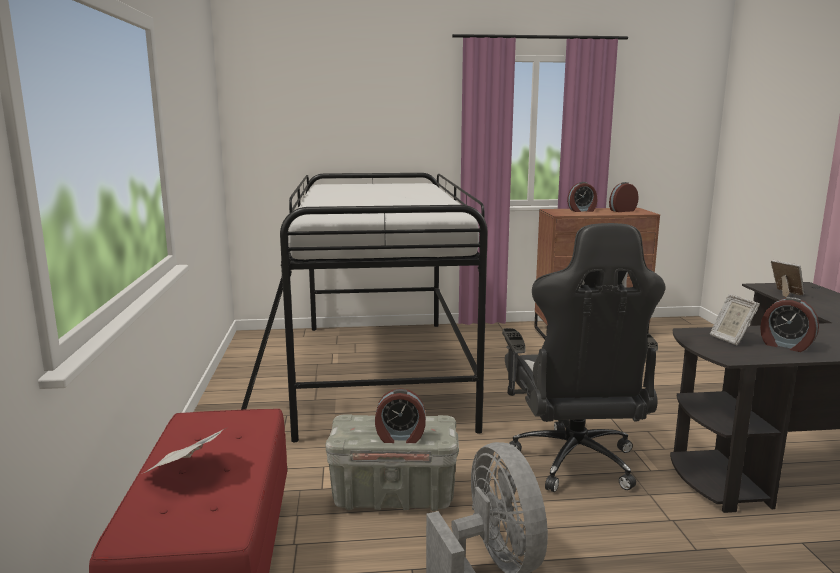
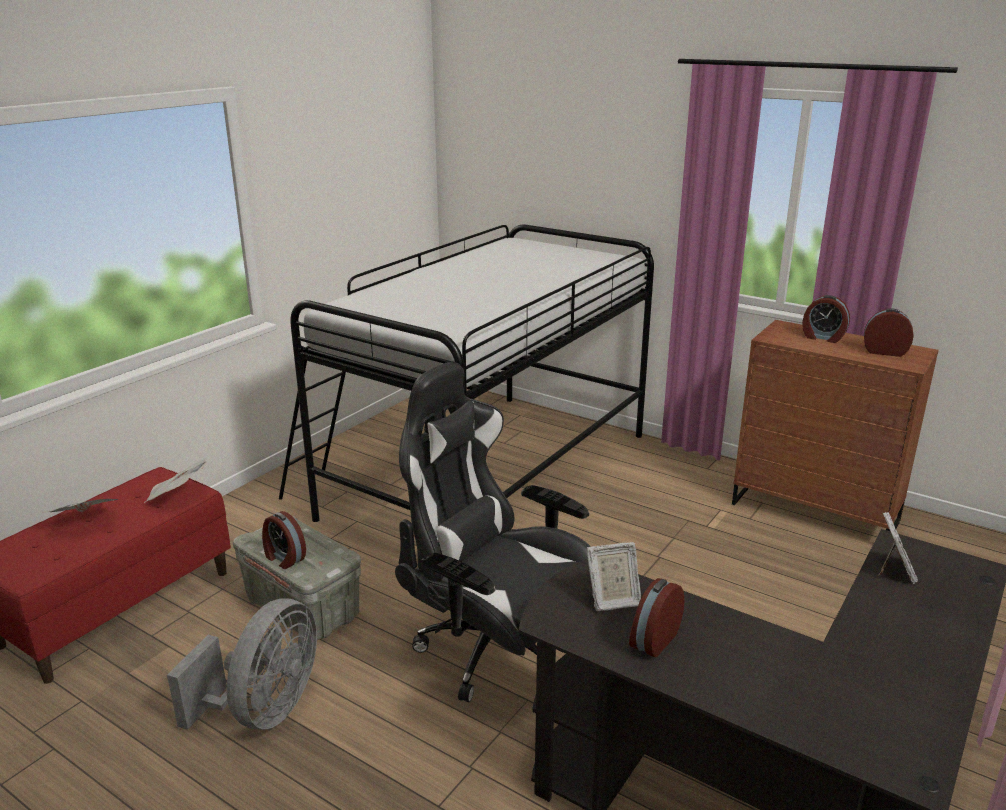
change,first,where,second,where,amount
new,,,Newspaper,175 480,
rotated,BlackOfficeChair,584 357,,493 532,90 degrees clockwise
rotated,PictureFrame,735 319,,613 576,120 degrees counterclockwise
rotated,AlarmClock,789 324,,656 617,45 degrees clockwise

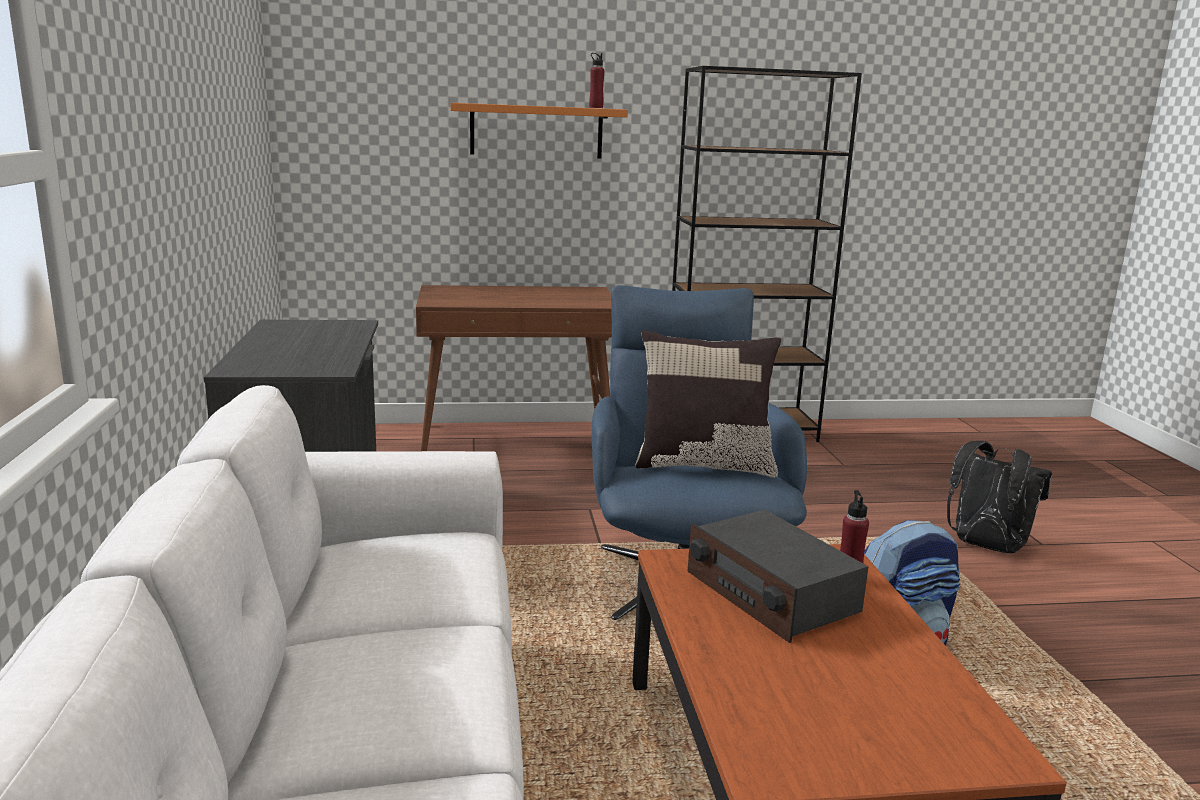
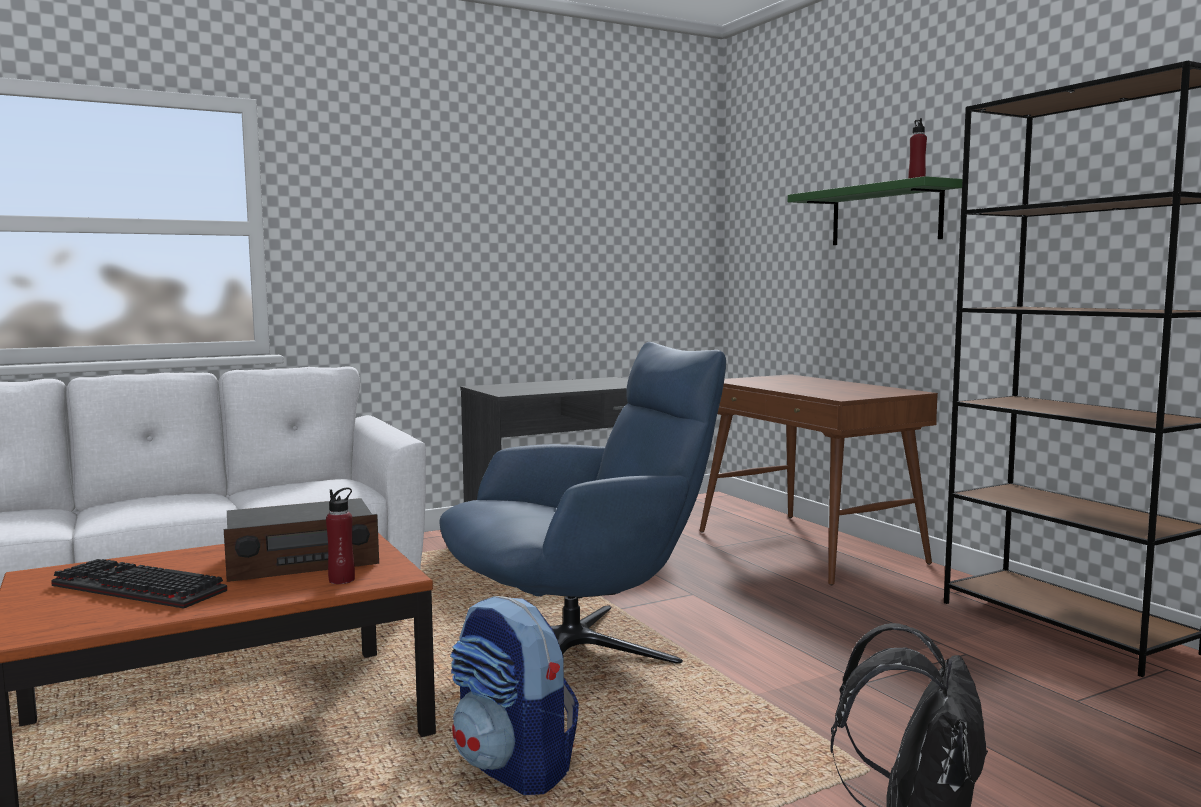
change,first,where,second,where,amount
new,,,Keyboard,139 584,
rotated,Radio,778 576,,301 540,150 degrees counterclockwise
repainted,OrangeShelf,539 131,GreenShelf,875 210,
gone,Pillow,708 404,,,

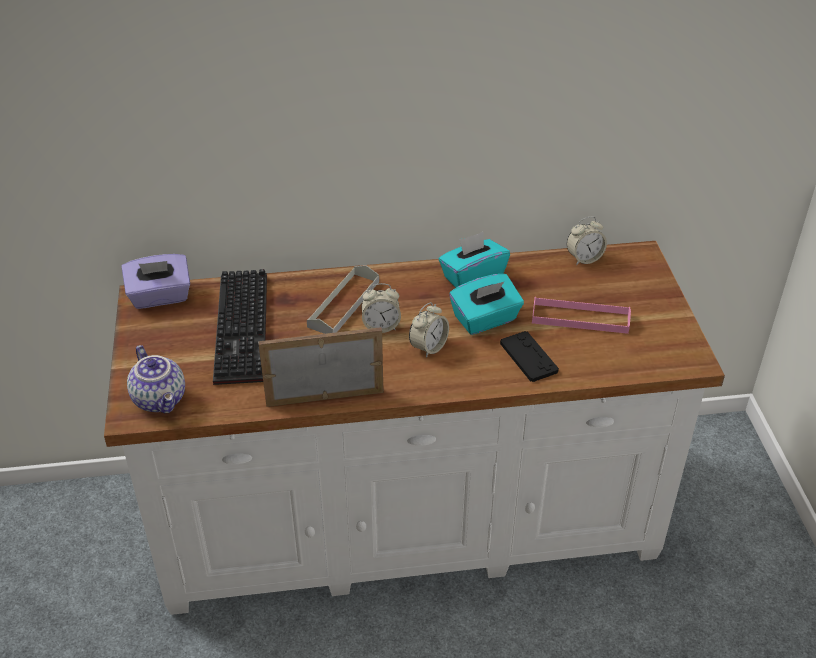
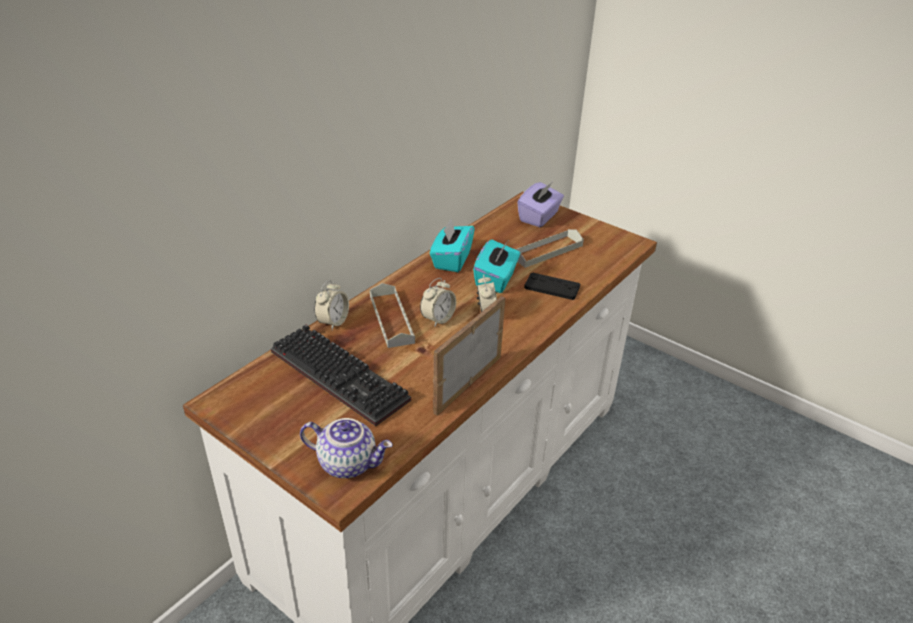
change,first,where,second,where,amount
shifted,AlarmClock,586 241,,331 305,
repainted,PinkTray,581 315,GreyTray,549 248,
shifted,PurpleTissueBox,155 281,,540 204,

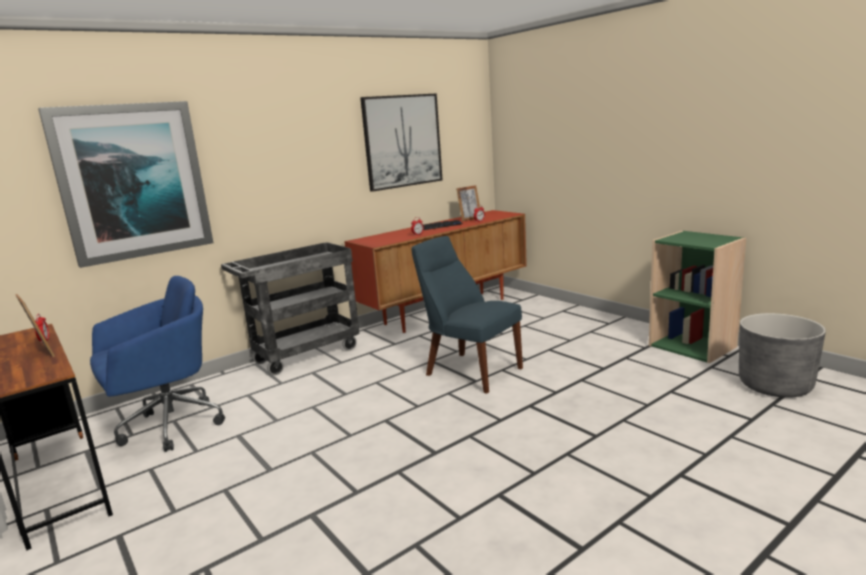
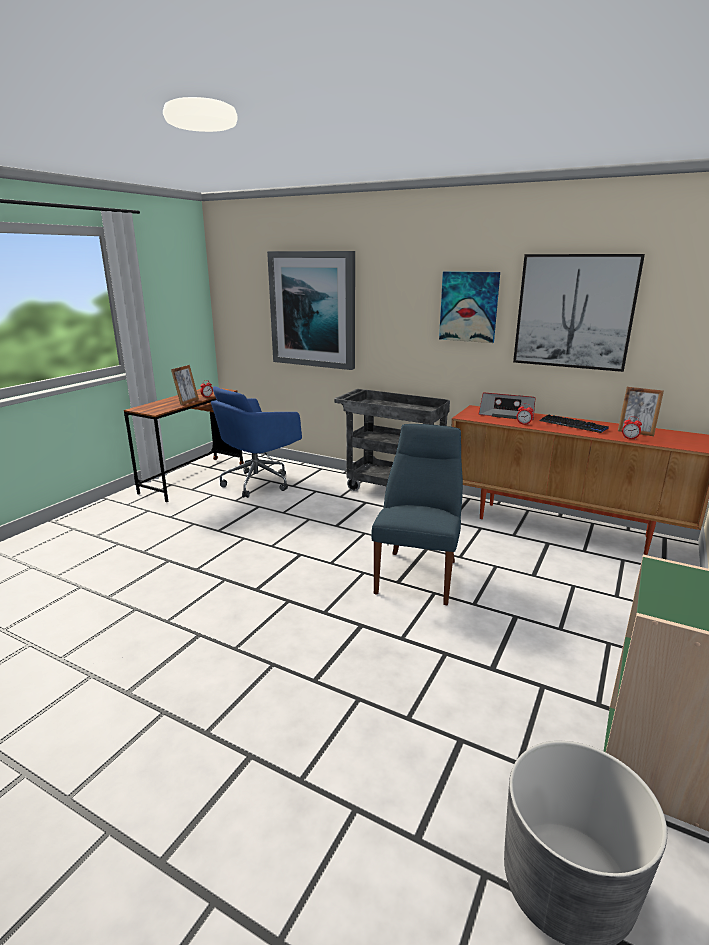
change,first,where,second,where,amount
rotated,BlueOfficeChair,157 364,,256 442,105 degrees clockwise
new,,,Picture,469 307,
new,,,Radio,507 406,

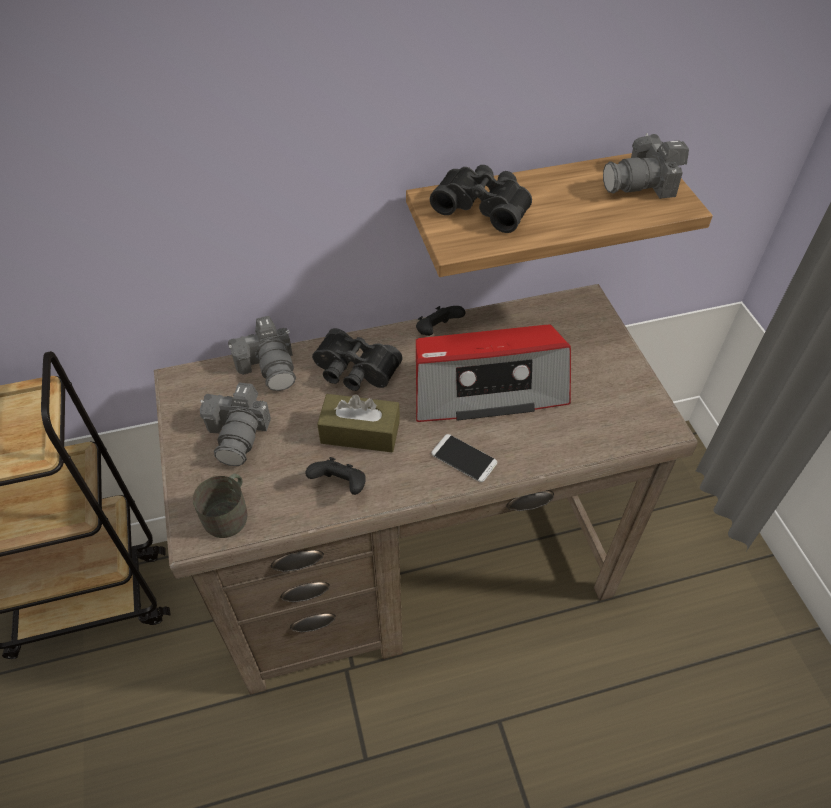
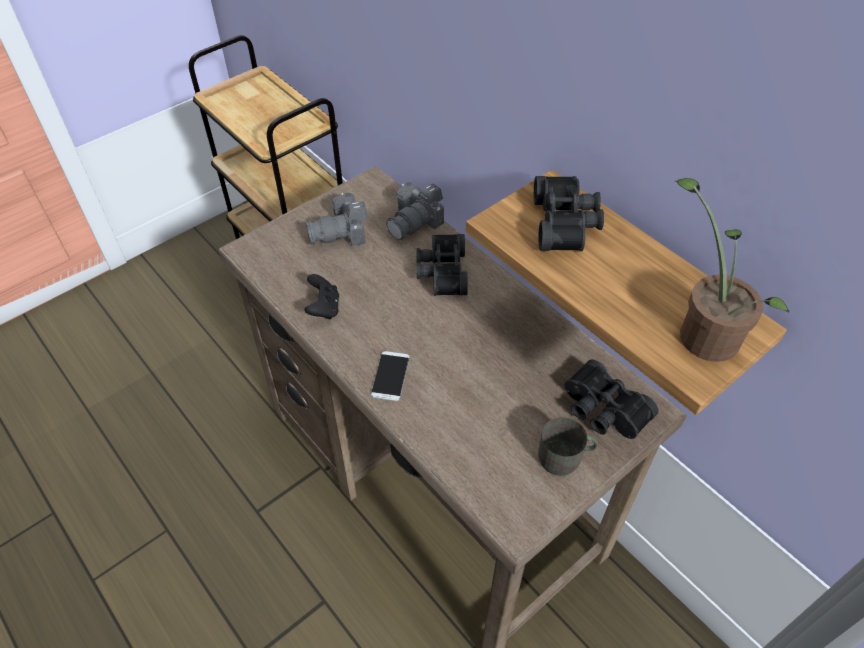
change,first,where,second,where,amount
shifted,GreyMug,220 506,,568 446,
new,,,BlackBinoculars,611 399,
swapped,PhotoCamera,646 166,PottedPlant,733 270,
gone,BrownTissueBox,358 423,,,
gone,BlackGameController,440 321,,,
gone,Radio,493 373,,,

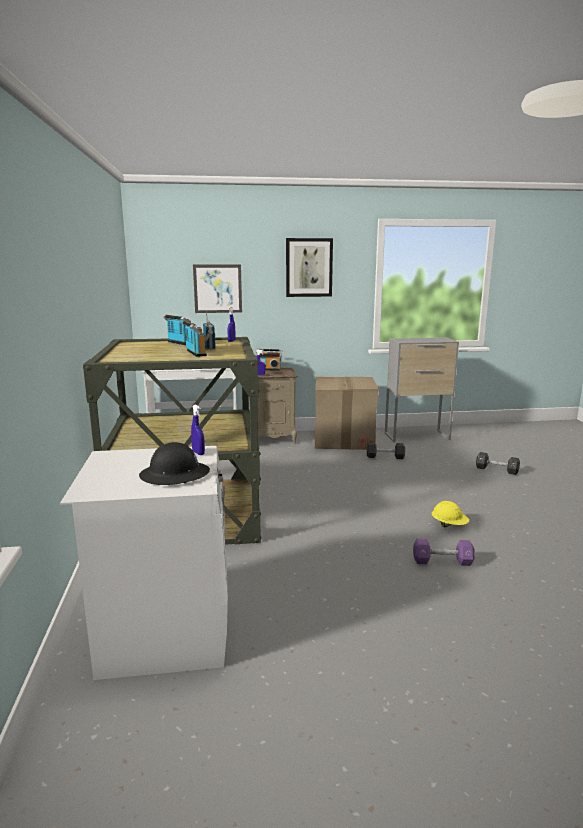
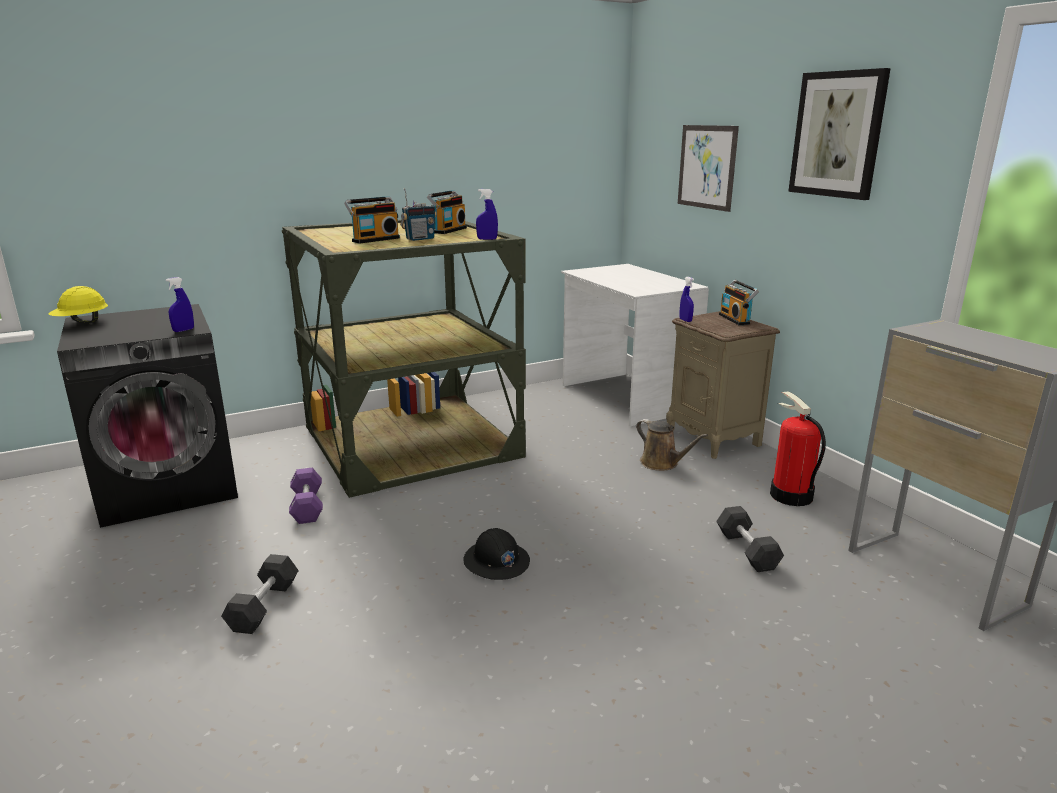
change,first,where,second,where,amount
shifted,YellowHardHat,450 514,,78 305,
repainted,WhiteWashingMachine,144 563,BlackWashingMachine,147 416,
shifted,BlackDumbbell,498 463,,260 594,
shifted,PurpleDumbbell,444 552,,306 496,
shifted,BlackHardHat,174 463,,496 554,
new,,,BrownWateringCan,672 445,
swapped,CardboardBox,347 413,FireExtinguisher,798 448,

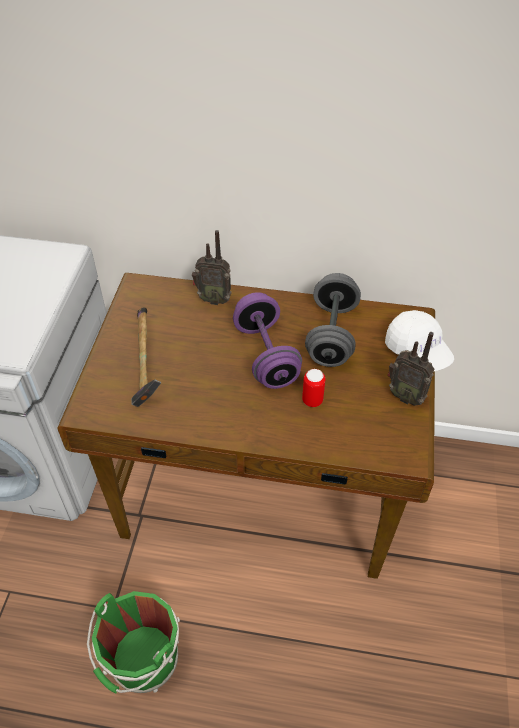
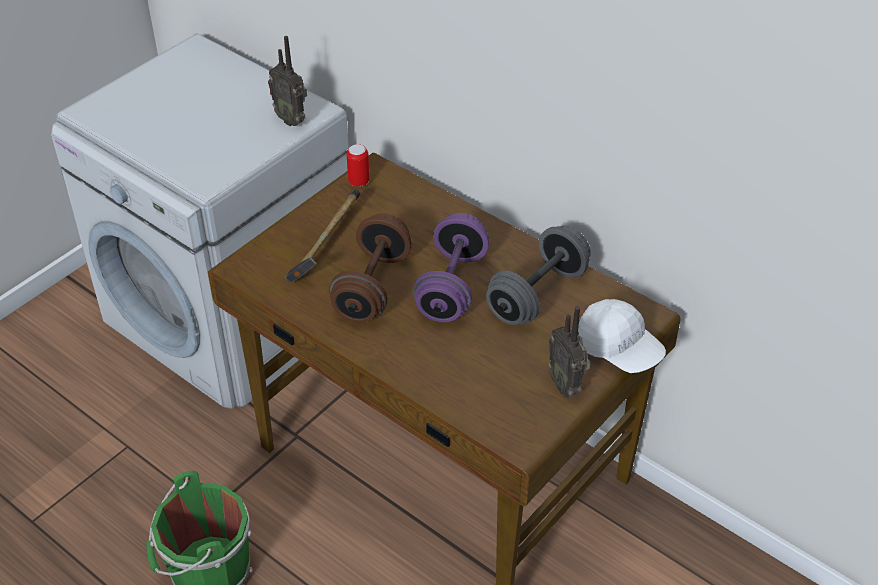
change,first,where,second,where,amount
shifted,Radio,212 267,,287 81,
new,,,BrownDumbbell,370 268,
shifted,Can,313 388,,358 165,
rotated,WhiteCap,419 340,,622 336,45 degrees counterclockwise

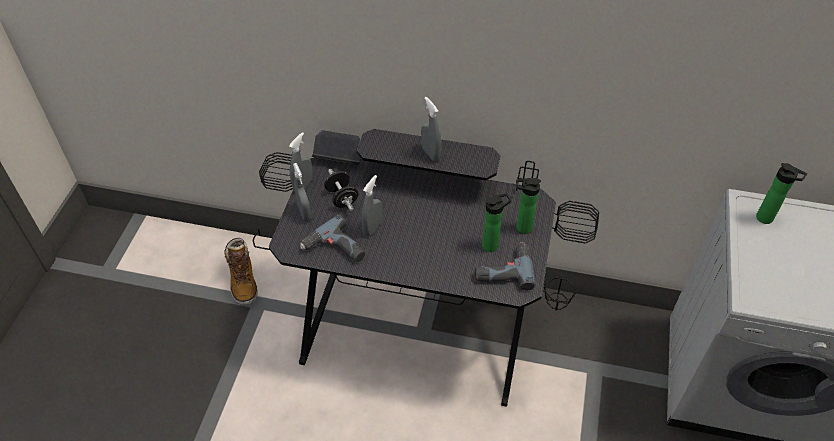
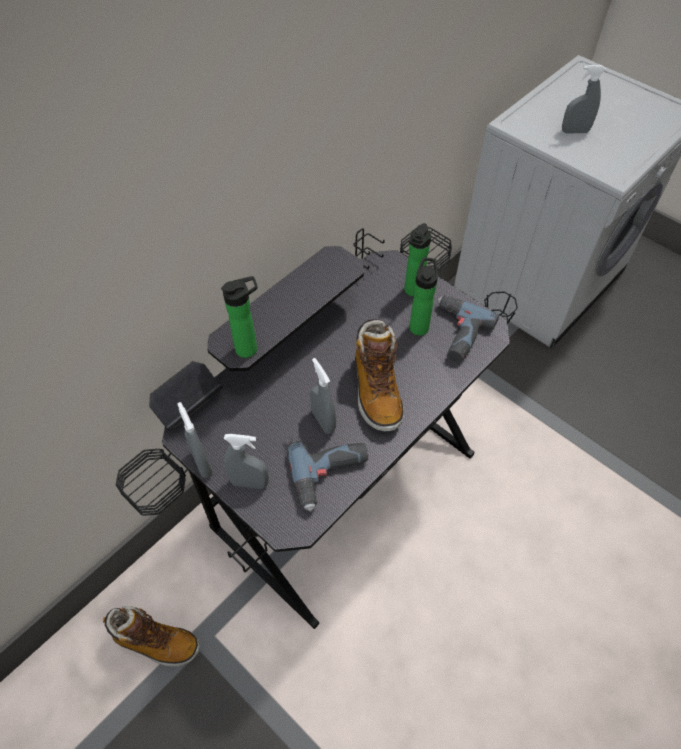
change,first,where,second,where,amount
shifted,Bottle,781 193,,239 317,
new,,,Boot,379 375,
shifted,GreySprayBottle,431 129,,584 99,
gone,BlackDumbbell,341 190,,,

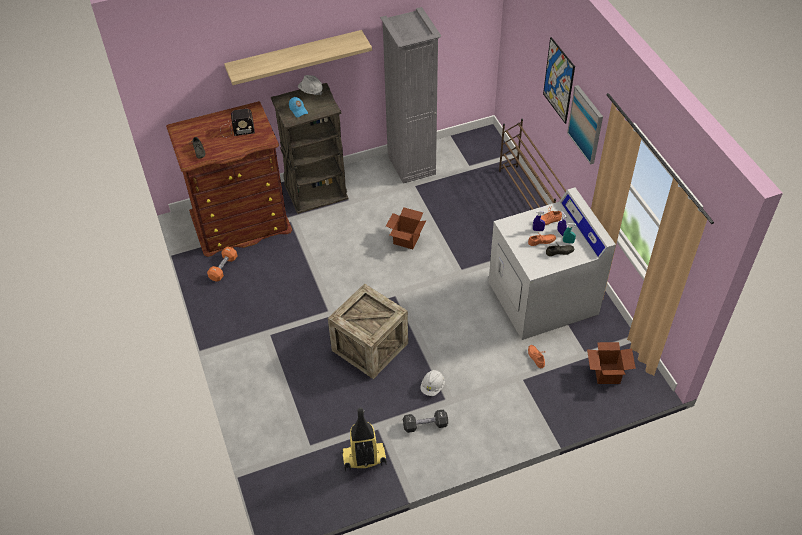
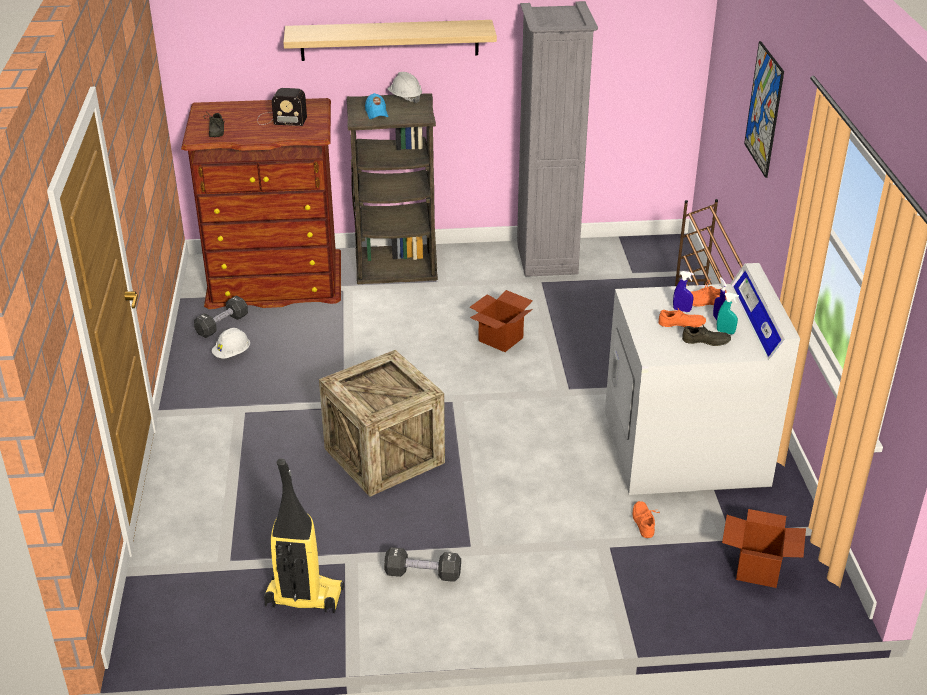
change,first,where,second,where,amount
repainted,OrangeDumbbell,222 264,BlackDumbbell,221 317,
shifted,WhiteHardHat,432 383,,231 343,
gone,Picture,585 125,,,

